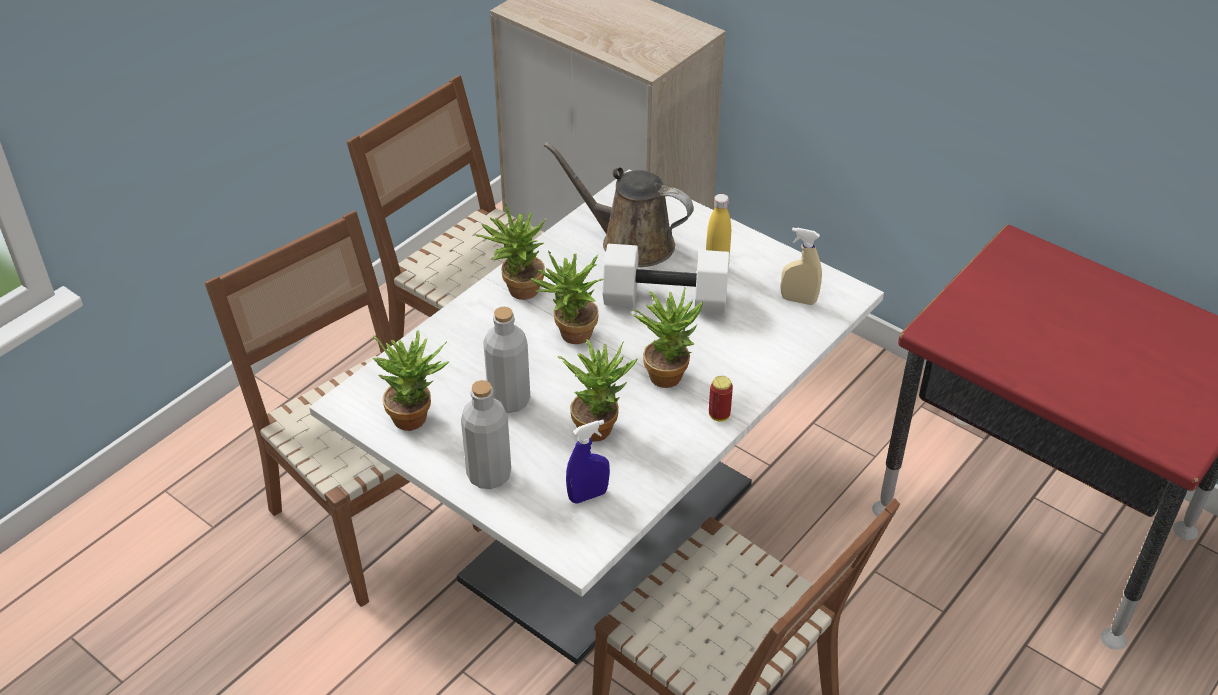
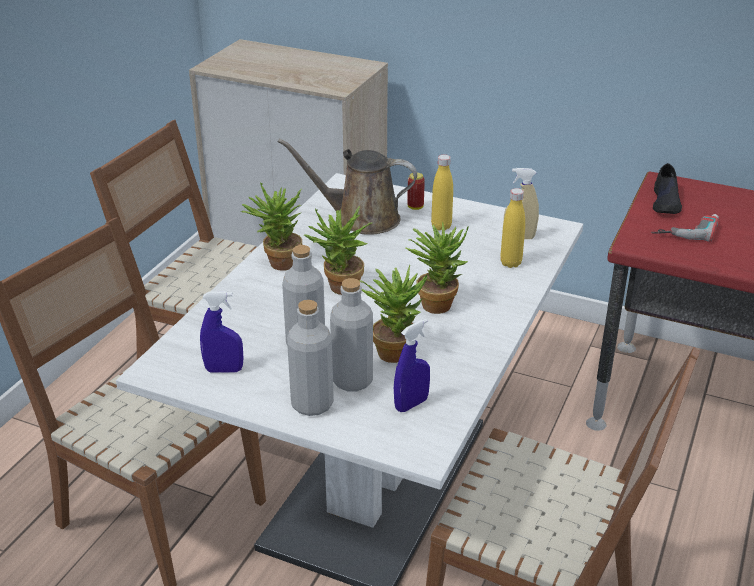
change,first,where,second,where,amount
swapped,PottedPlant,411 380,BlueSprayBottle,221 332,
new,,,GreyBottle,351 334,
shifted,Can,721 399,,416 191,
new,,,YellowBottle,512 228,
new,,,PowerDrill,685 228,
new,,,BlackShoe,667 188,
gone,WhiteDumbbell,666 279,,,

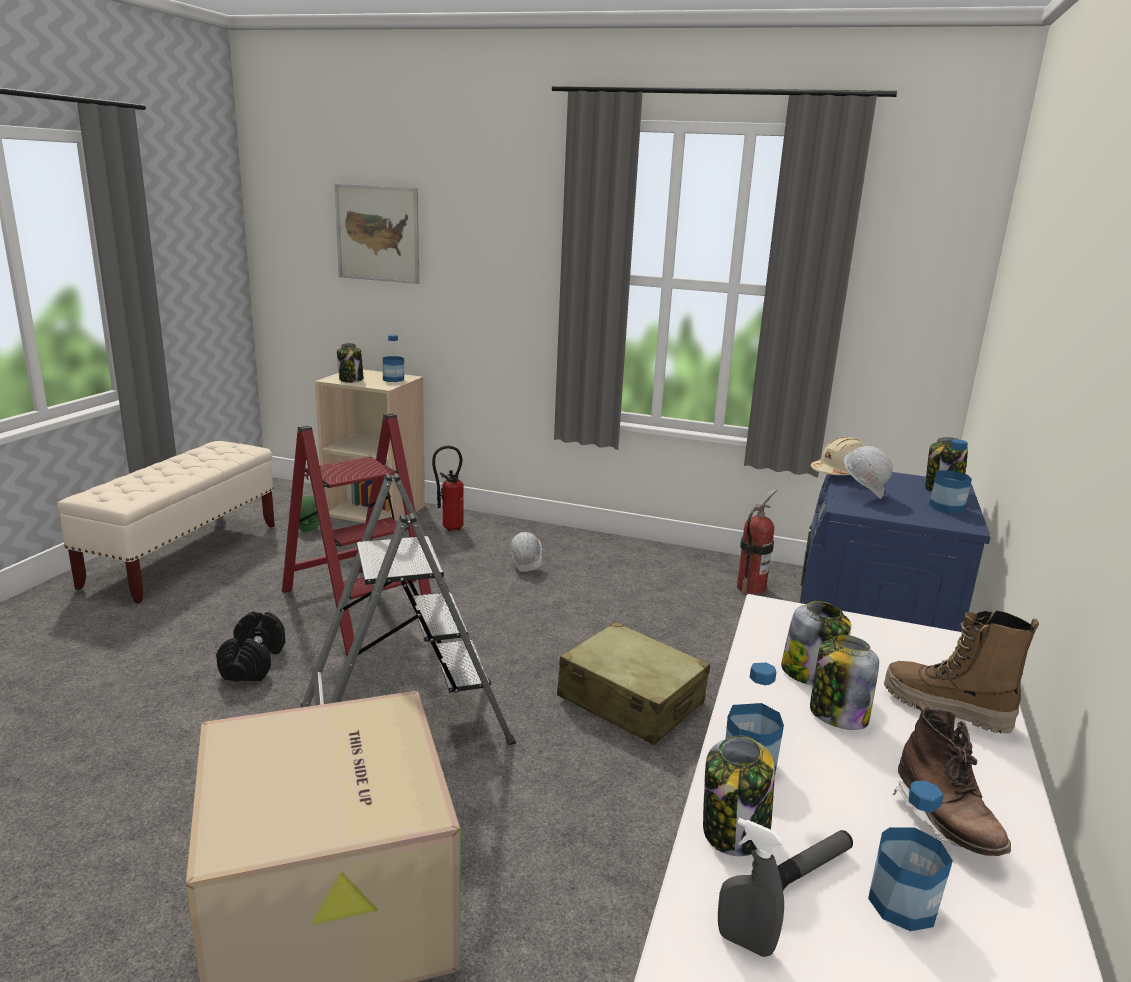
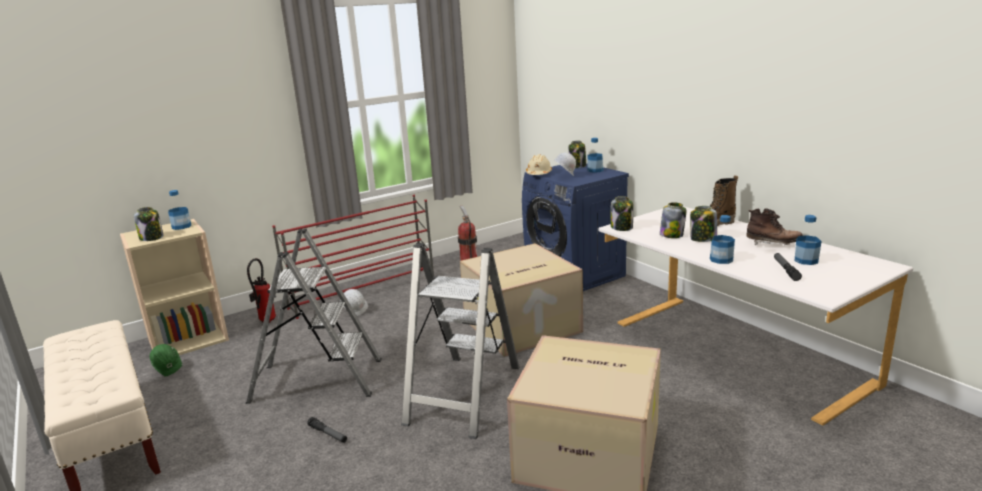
change,first,where,second,where,amount
repainted,RedStepLadder,356 534,GreyStepLadder,313 316,
new,,,RedShoeRack,353 257,
swapped,BlackDumbbell,250 646,Flashlight,327 430,
swapped,BeigeSuitcase,633 683,CardboardBox,521 300,
shifted,Jar,739 796,,622 213,
gone,Picture,377 234,,,
gone,GreySprayBottle,751 887,,,

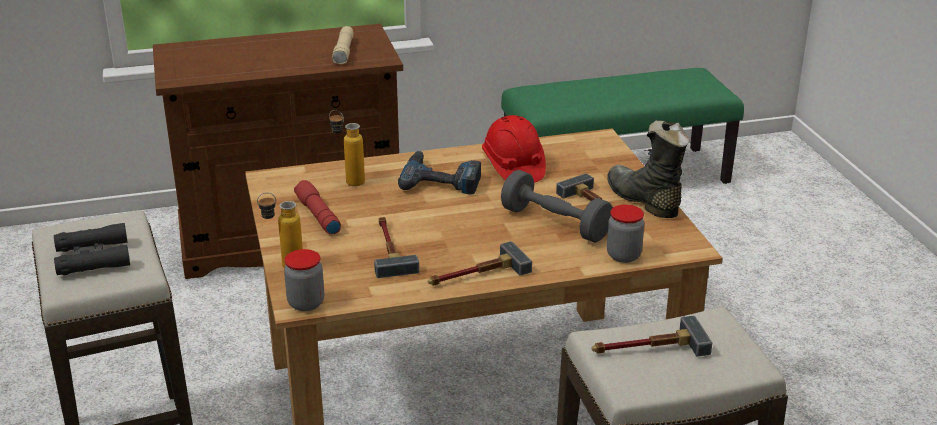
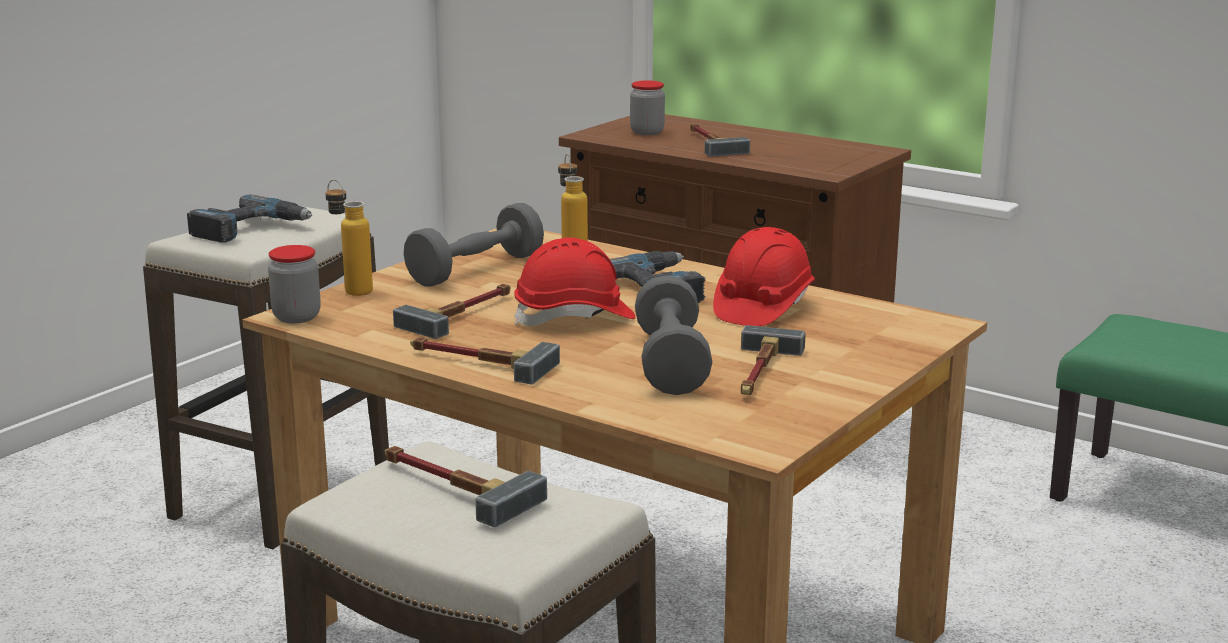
change,first,where,second,where,amount
swapped,BlackBinoculars,92 249,PowerDrill,249 218,
swapped,RedFlashlight,317 207,GreyDumbbell,474 245,
new,,,RedHardHat,574 282,
shifted,Jar,626 234,,647 107,
new,,,Hammer,720 140,
gone,BeigeFlashlight,342 45,,,
gone,BlackBoot,648 169,,,

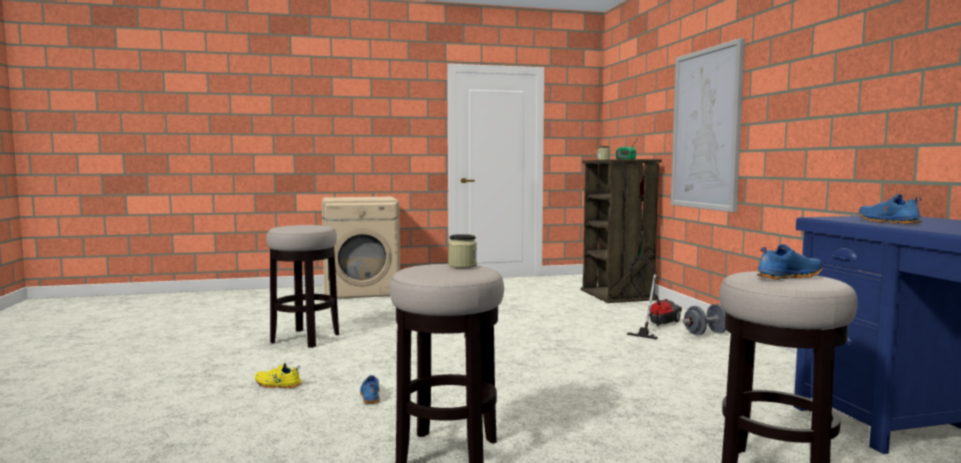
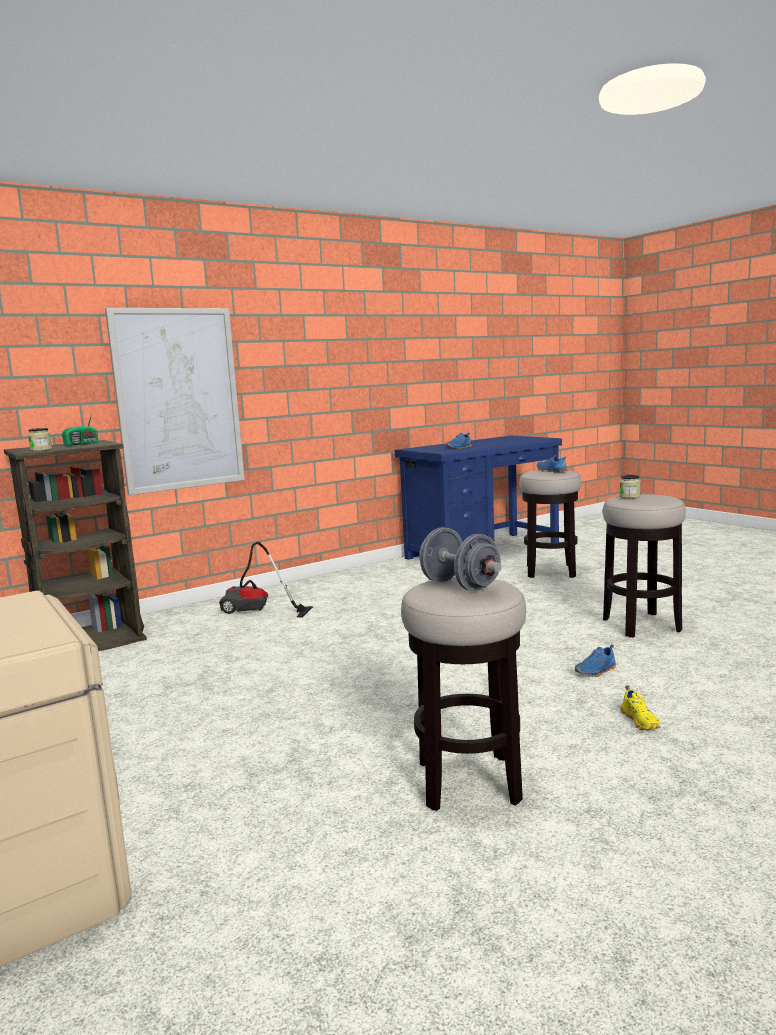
change,first,where,second,where,amount
shifted,GreyDumbbell,704 319,,460 559,

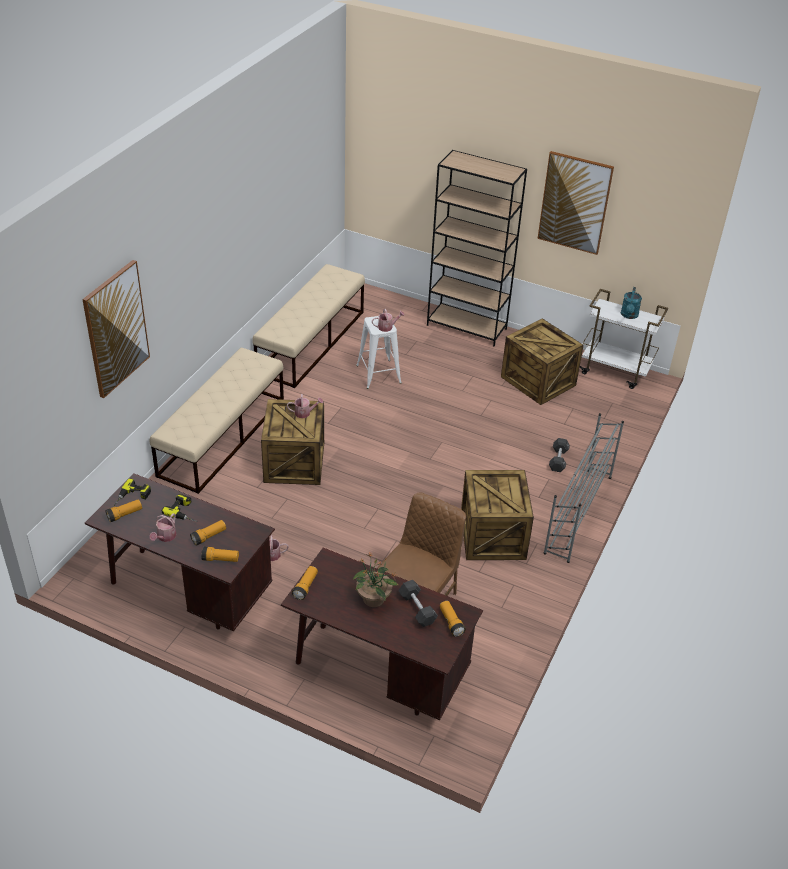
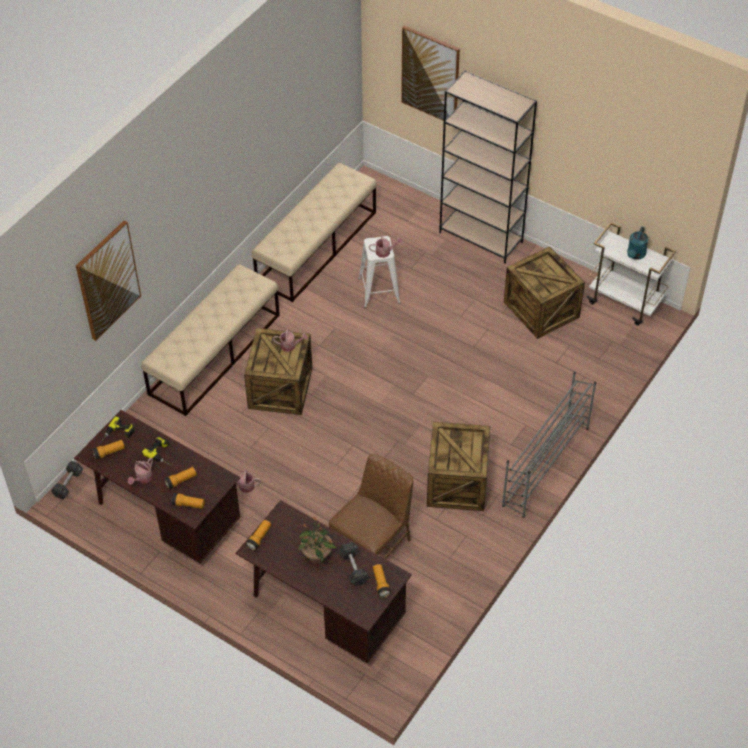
change,first,where,second,where,amount
shifted,BlackDumbbell,559 455,,67 480,
shifted,Picture,575 203,,430 73,

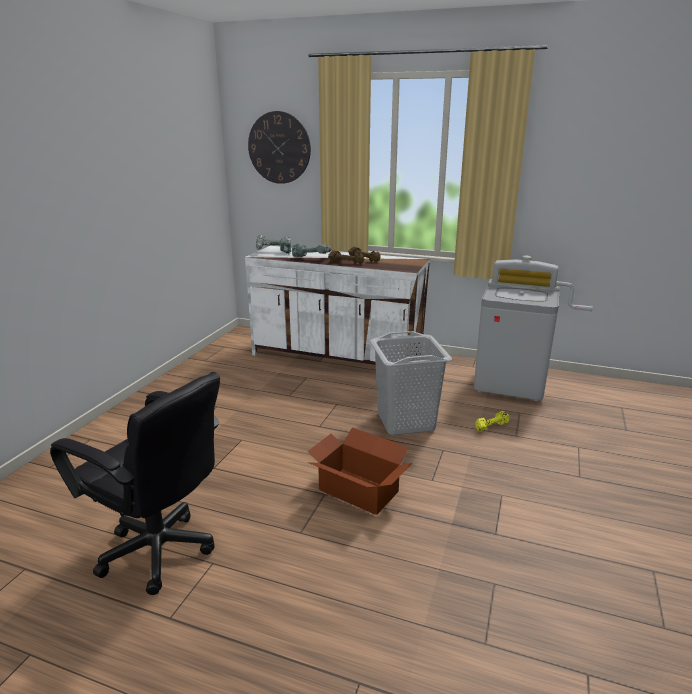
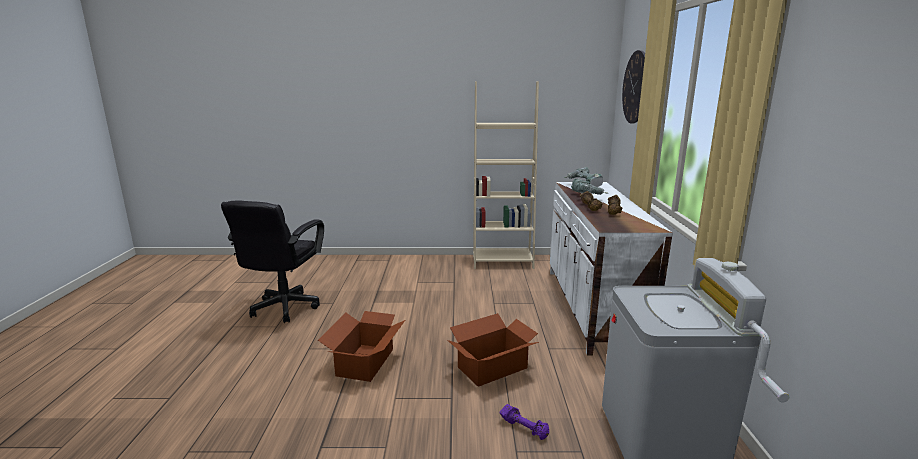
change,first,where,second,where,amount
swapped,GreyLaundryBasket,411 383,CardboardBox,493 350,
new,,,BeigeBookcase,506 175,
repainted,YellowDumbbell,492 421,PurpleDumbbell,524 422,

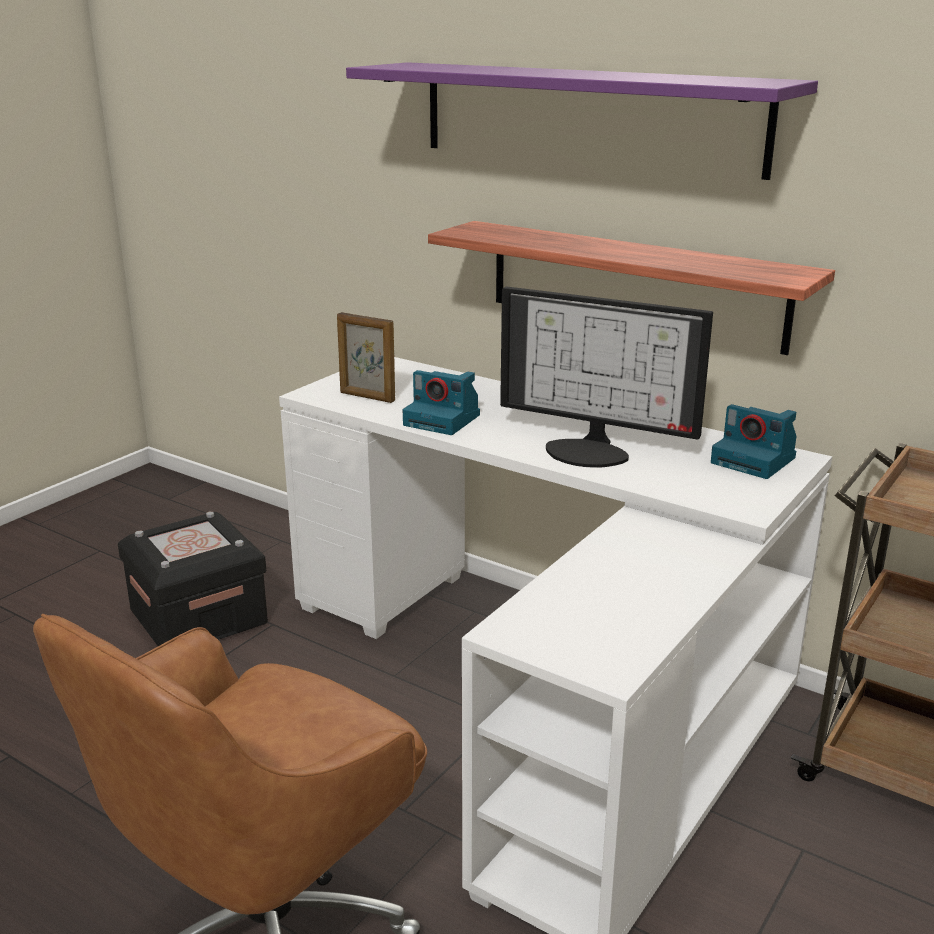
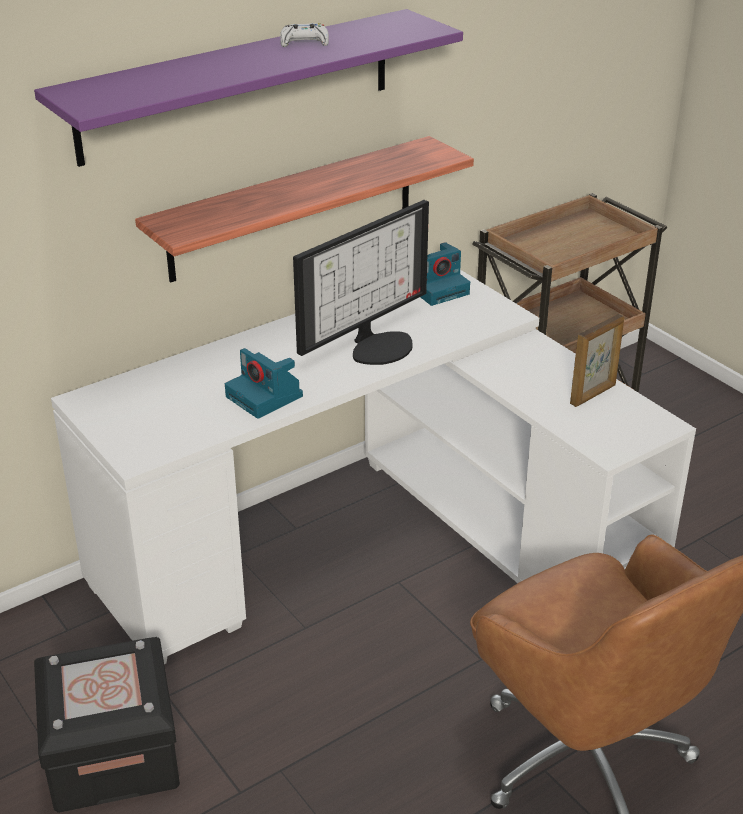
change,first,where,second,where,amount
rotated,PhotoCamera,441 402,,264 383,90 degrees clockwise
new,,,WhiteGameController,304 35,
shifted,PictureFrame,366 357,,597 360,

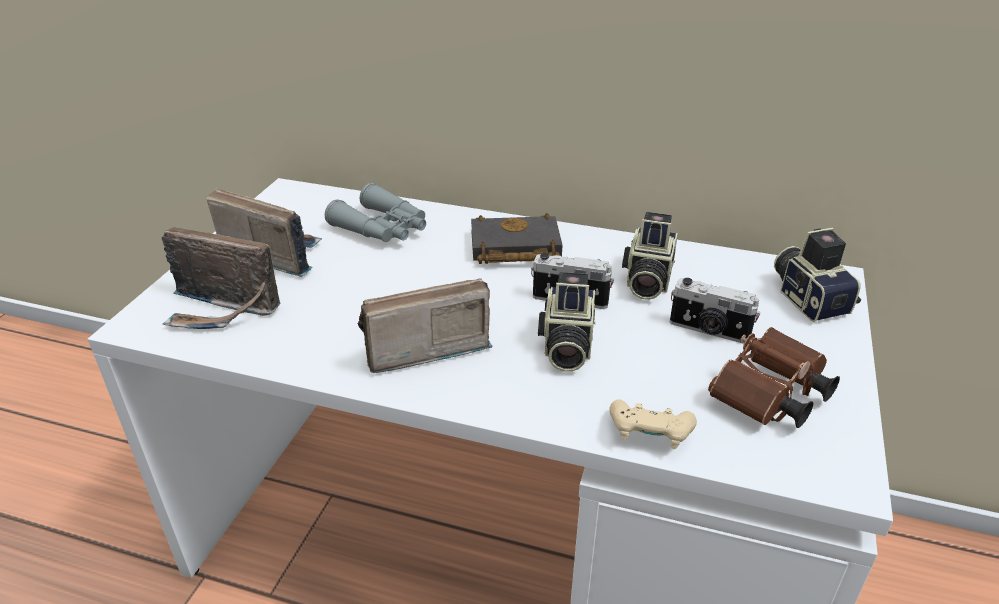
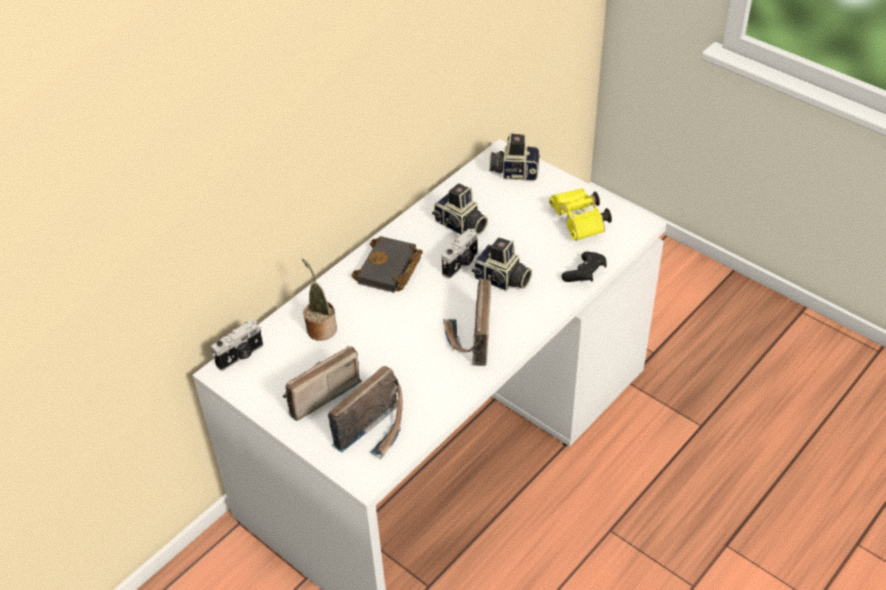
change,first,where,second,where,amount
shifted,PhotoCamera,715 311,,237 345,
swapped,GreyBinoculars,375 212,PottedPlant,319 300,
repainted,BrownBinoculars,774 377,YellowBinoculars,580 214,
repainted,BeigeGameController,653 424,BlackGameController,584 267,

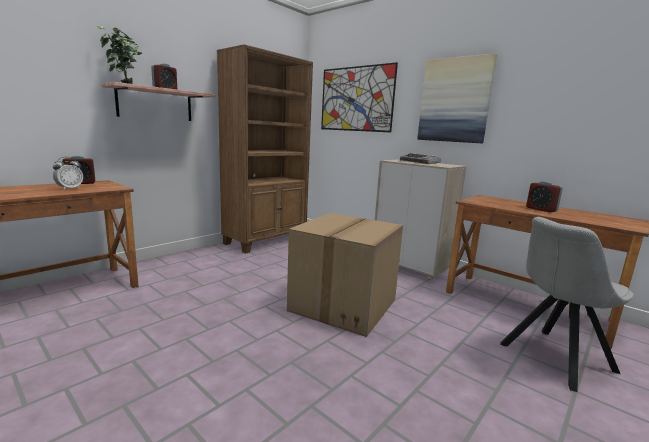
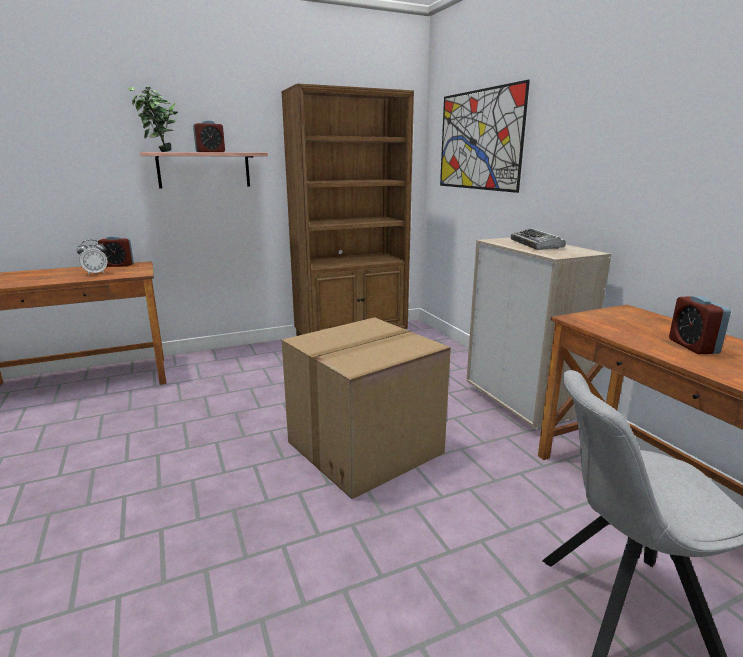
change,first,where,second,where,amount
gone,Picture,457 98,,,

